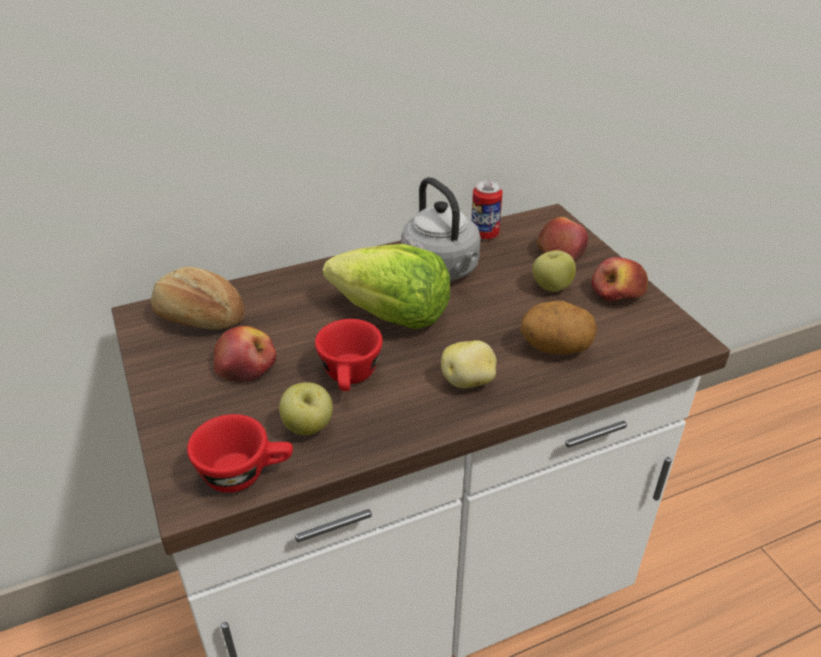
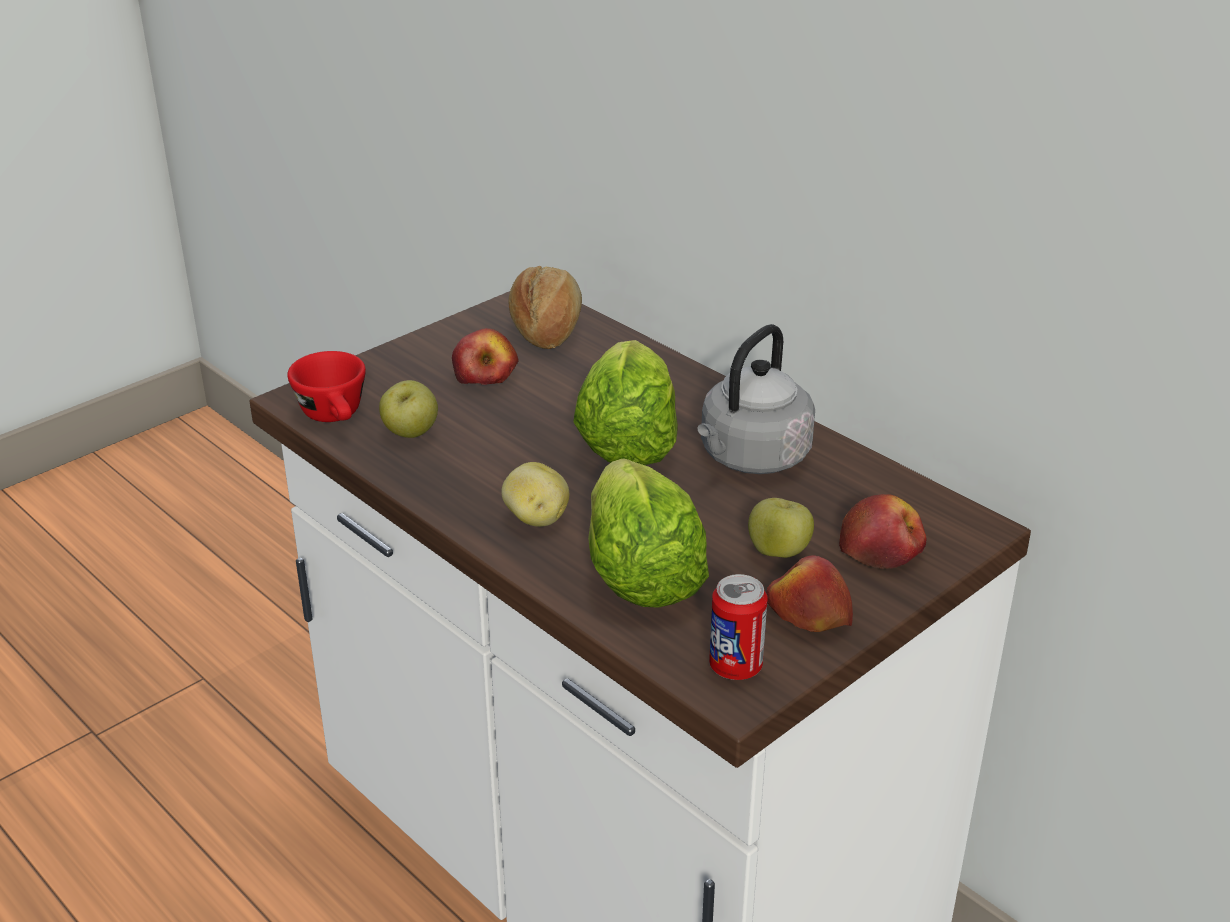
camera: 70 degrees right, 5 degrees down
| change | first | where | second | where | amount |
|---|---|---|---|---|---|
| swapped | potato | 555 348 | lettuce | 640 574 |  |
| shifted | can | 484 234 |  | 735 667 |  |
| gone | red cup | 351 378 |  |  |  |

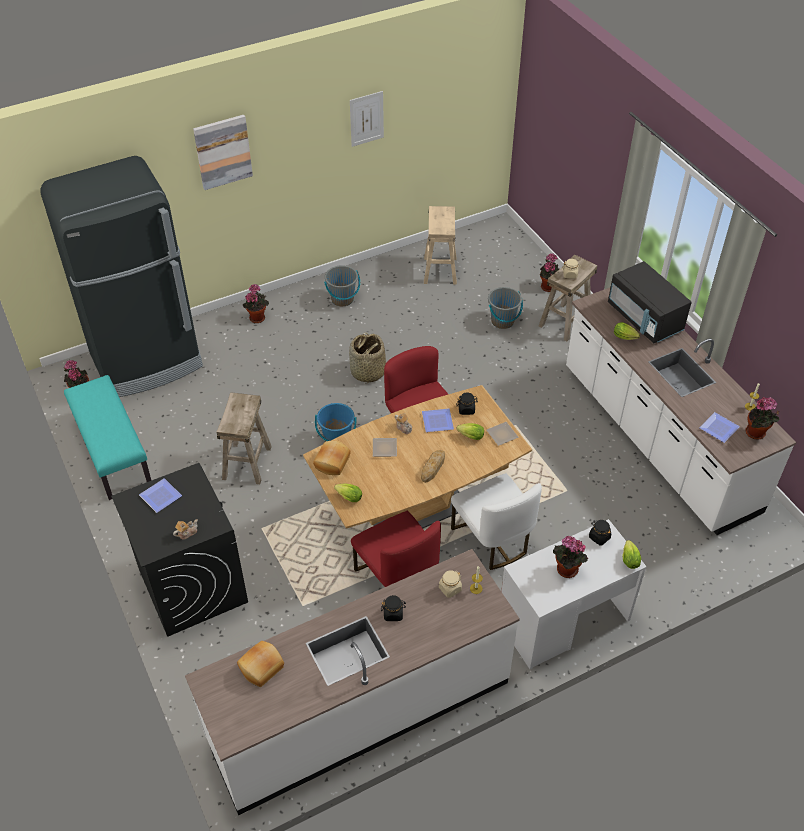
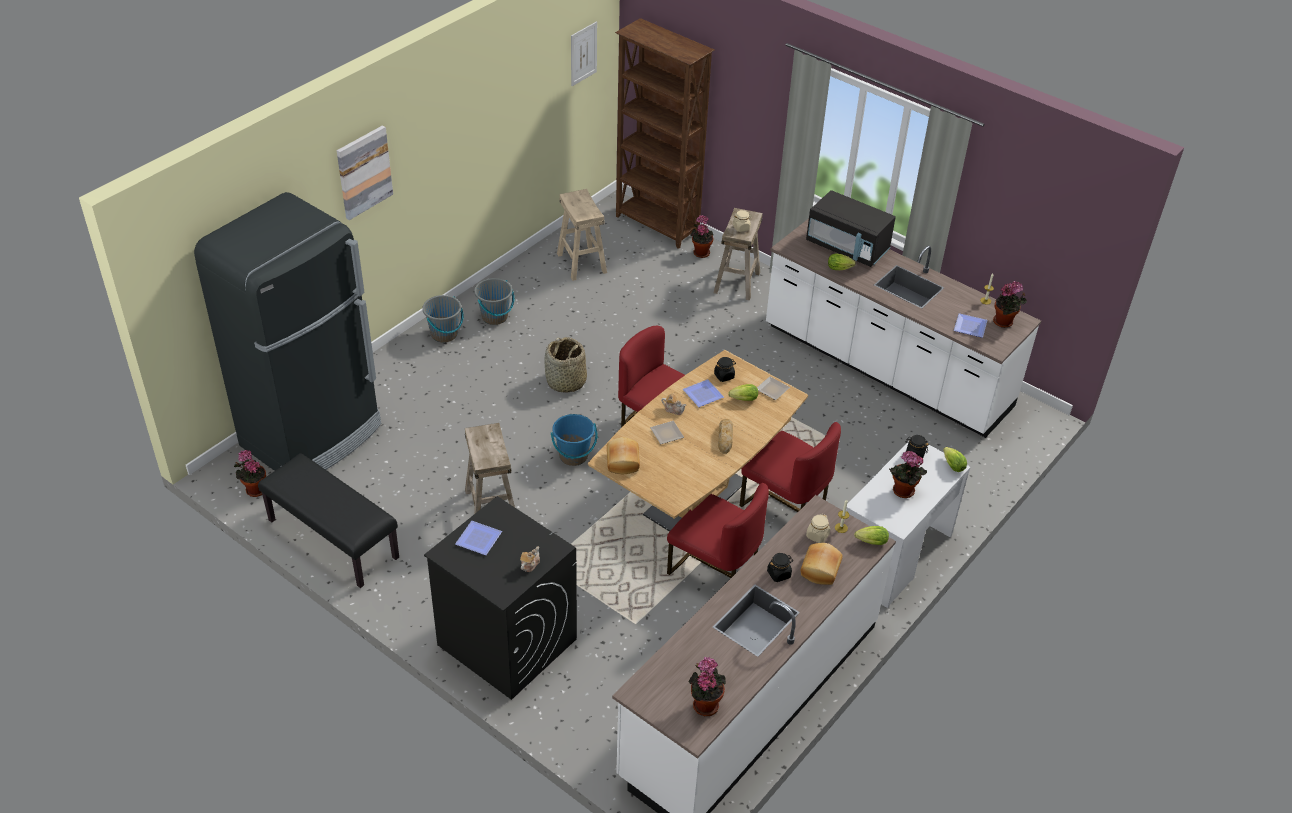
camera: 25 degrees left, 5 degrees down
| change | first | where | second | where | amount |
|---|---|---|---|---|---|
| repainted | turquoise bench | 112 452 | black bench | 332 539 |  |
| shifted | grey bucket | 502 321 |  | 444 334 |  |
| shifted | picture | 366 118 |  | 583 53 |  |
| new |  |  | brown bookcase | 657 225 |  |
| shifted | potted plant | 257 317 |  | 704 704 |  |
| repainted | white chair | 492 539 | red chair | 785 504 |  |
| shifted | bread | 262 668 |  | 821 570 |  |
| shifted | lettuce | 347 497 |  | 869 542 |  |

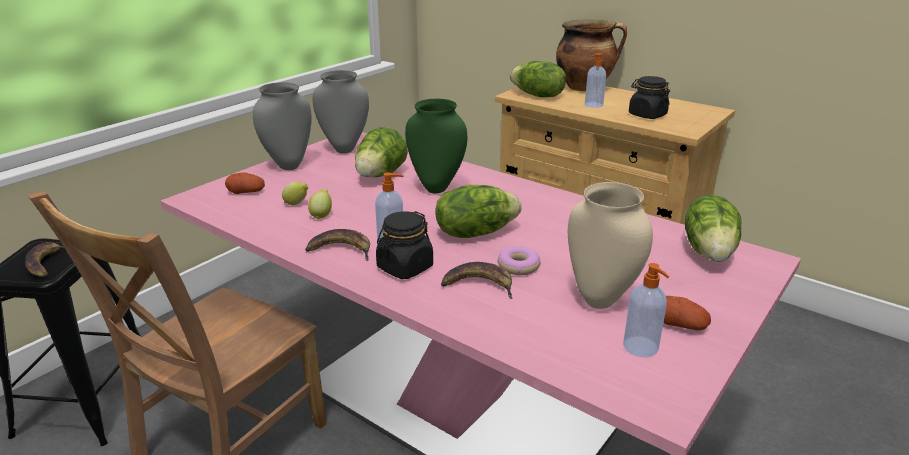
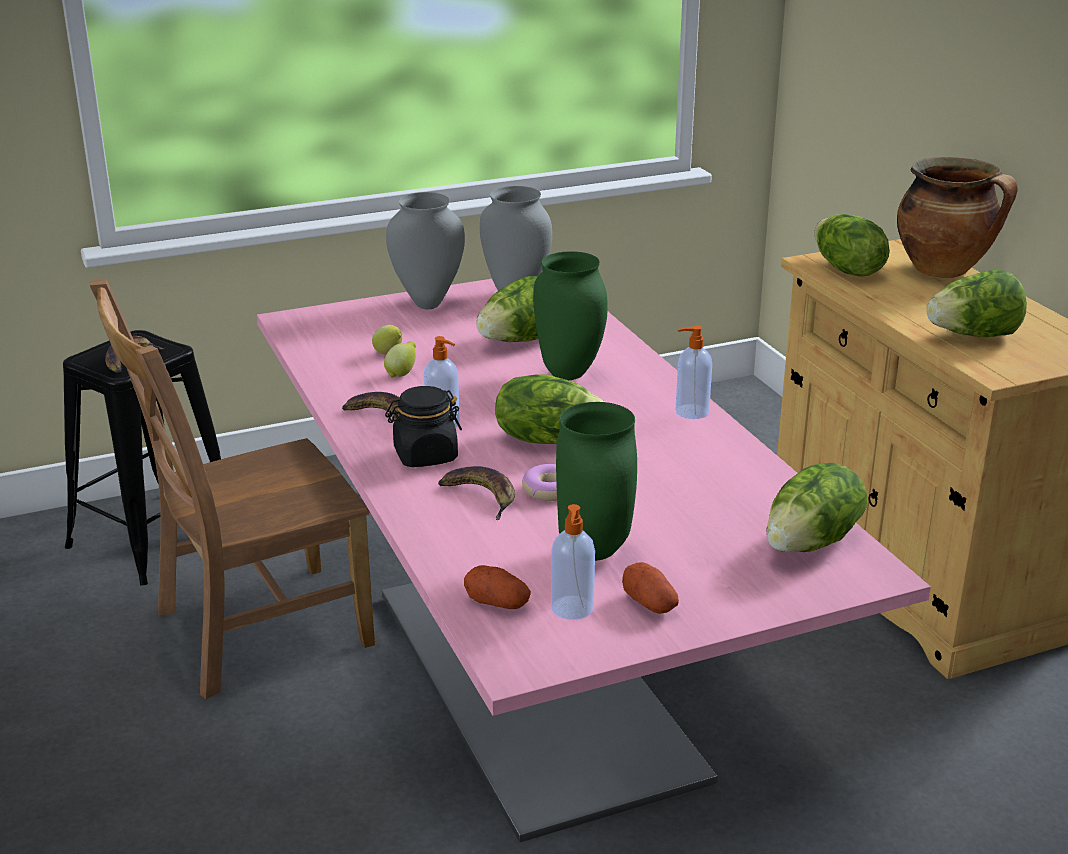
camera: 30 degrees right, 0 degrees up
| change | first | where | second | where | amount |
|---|---|---|---|---|---|
| shifted | potato | 246 192 |  | 497 602 |  |
| repainted | beige vase | 601 299 | green vase | 596 551 |  |
| shifted | soap dispenser | 593 105 |  | 690 412 |  |
| swapped | black jar | 647 115 | lettuce | 973 336 |  |

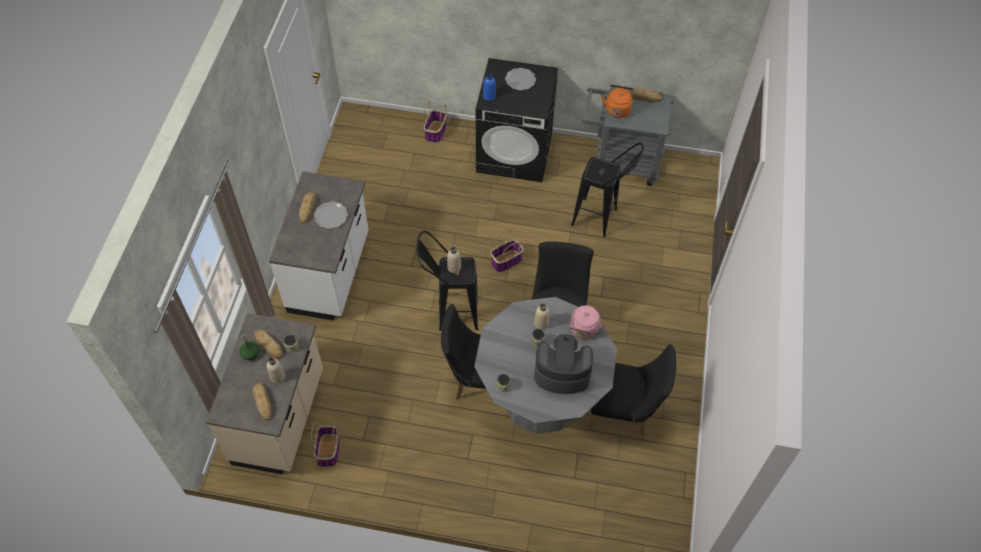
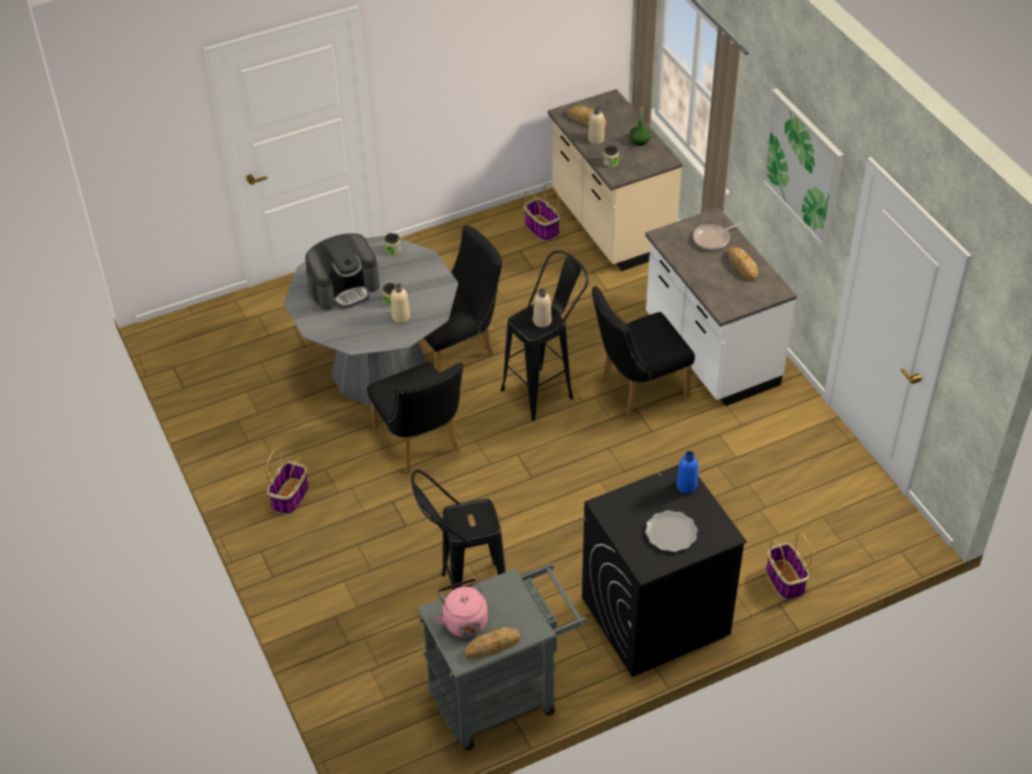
camera: 145 degrees right, 10 degrees down
| change | first | where | second | where | amount |
|---|---|---|---|---|---|
| shifted | basket | 506 261 |  | 290 497 |  |
| shifted | pink kettle | 584 330 |  | 464 620 |  |
| shifted | black chair | 624 412 |  | 637 388 |  |
| new |  |  | frying pan | 713 239 |  |
| new |  |  | picture | 802 167 |  |
| gone | bread | 269 345 |  |  |  |
| gone | plate | 331 216 |  |  |  |
| gone | orange kettle | 617 109 |  |  |  |

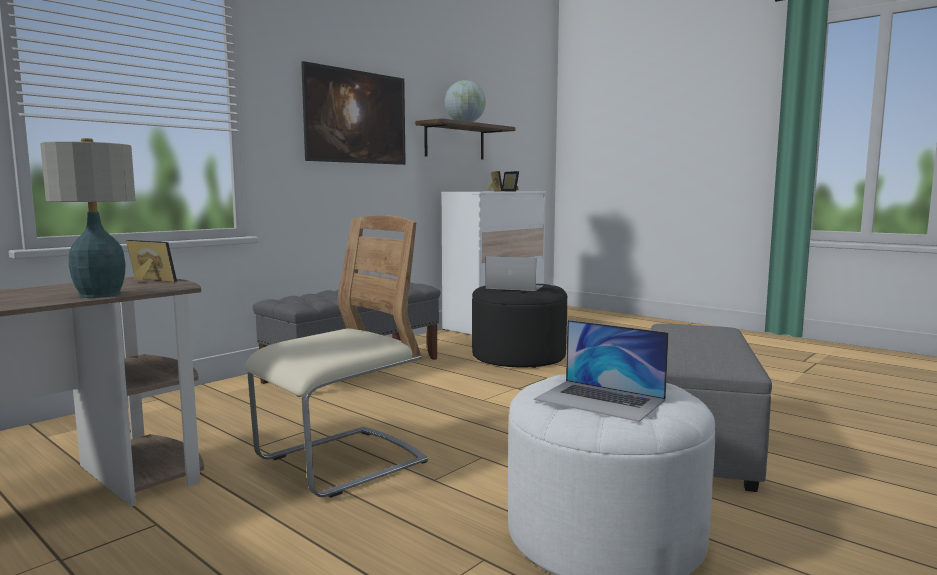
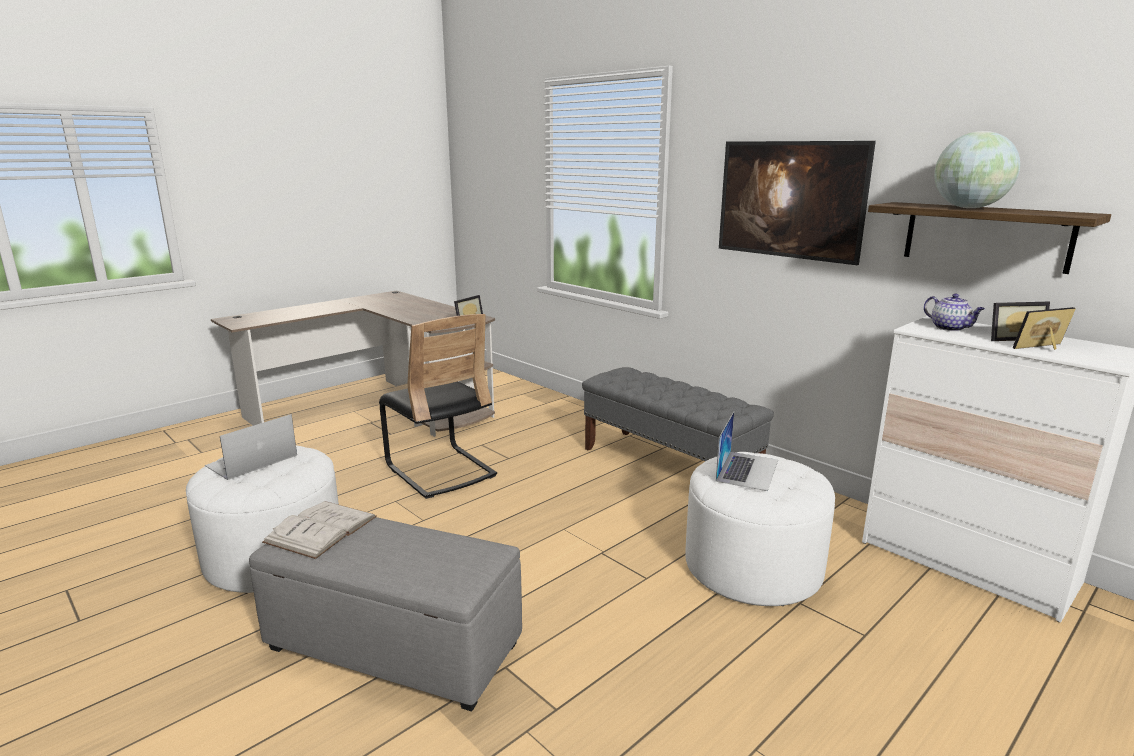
camera: 95 degrees right, 10 degrees up
| change | first | where | second | where | amount |
|---|---|---|---|---|---|
| new |  |  | white book | 321 529 |  |
| repainted | beige chair | 341 463 | black chair | 440 471 |  |
| repainted | black ottoman | 518 356 | white ottoman | 752 567 |  |
| new |  |  | teapot | 950 328 |  |
| gone | table lamp | 99 295 |  |  |  |

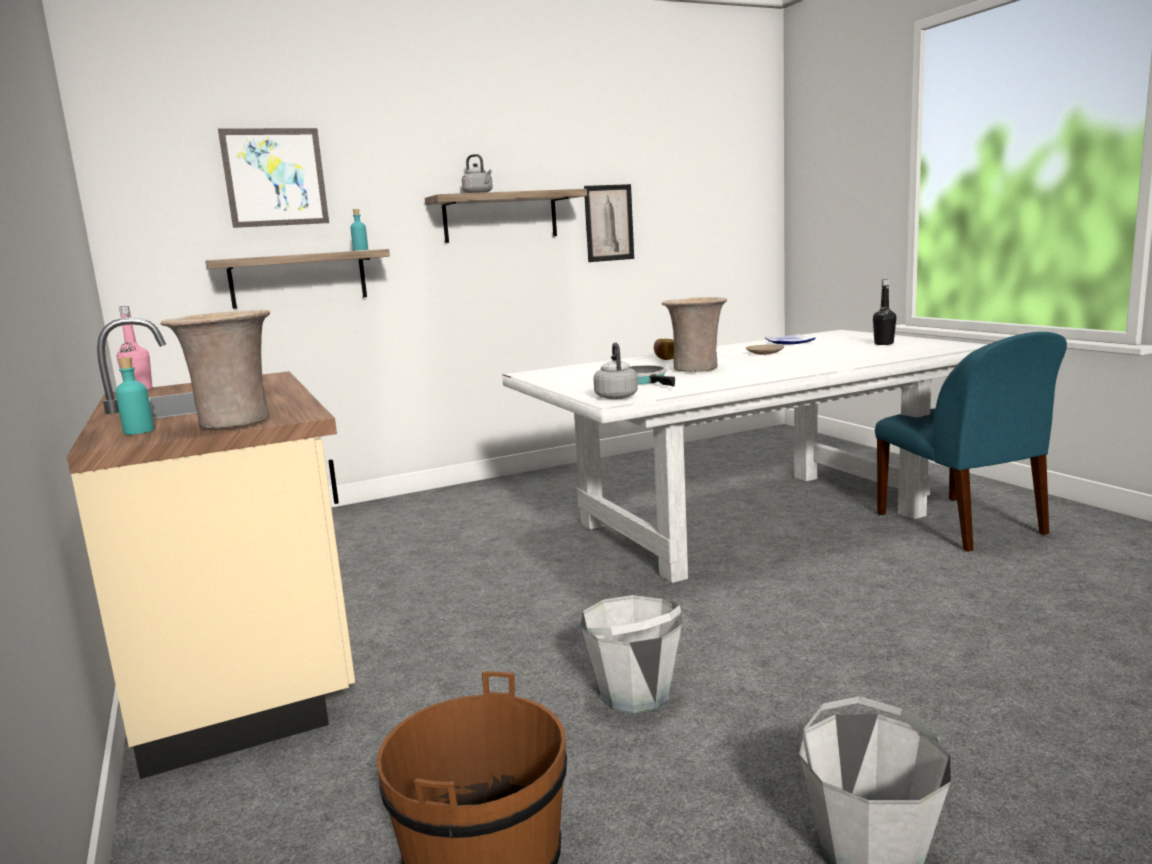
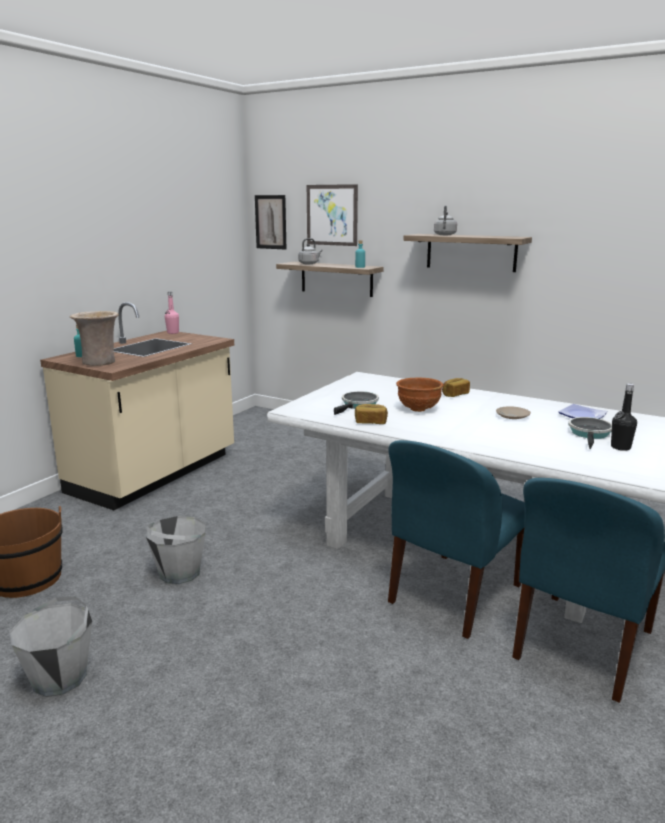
camera: 55 degrees right, 5 degrees up
| change | first | where | second | where | amount |
|---|---|---|---|---|---|
| shifted | picture | 609 223 |  | 271 222 |  |
| shifted | grey kettle | 616 396 |  | 309 263 |  |
| new |  |  | bread | 370 422 |  |
| new |  |  | blue chair | 453 595 |  |
| swapped | beige vase | 695 369 | brown bowl | 418 409 |  |
| new |  |  | frying pan | 590 434 |  |

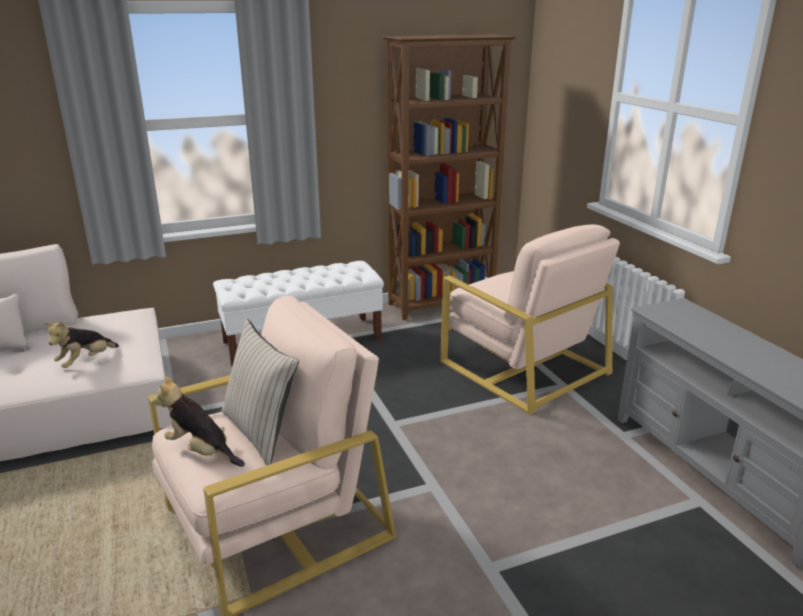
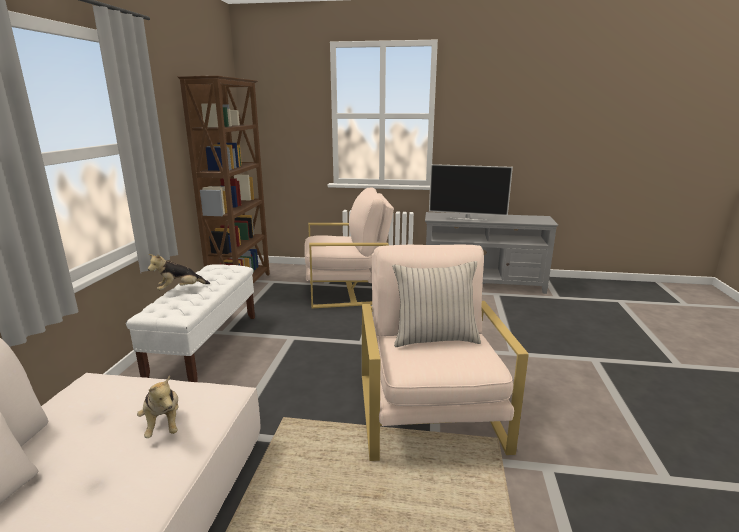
camera: 60 degrees left, 5 degrees down
| change | first | where | second | where | amount |
|---|---|---|---|---|---|
| shifted | plush toy | 201 451 |  | 180 289 |  |
| new |  |  | television | 467 219 |  |

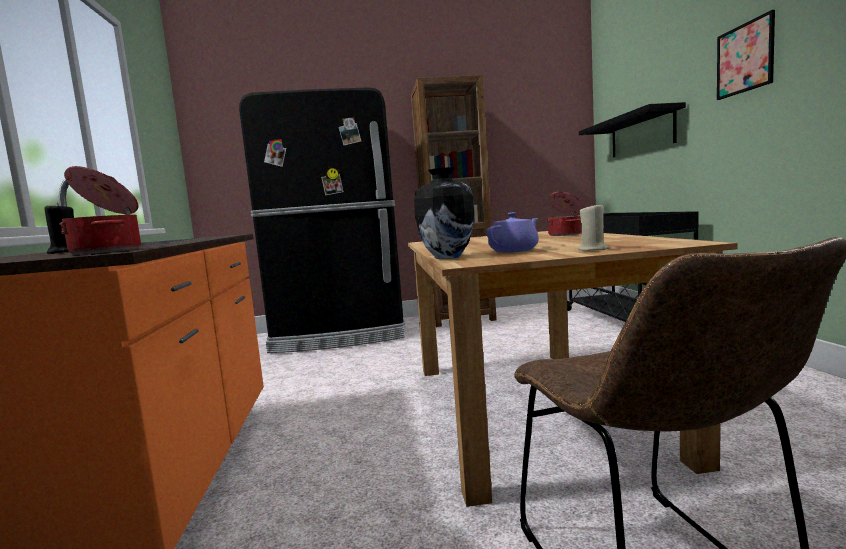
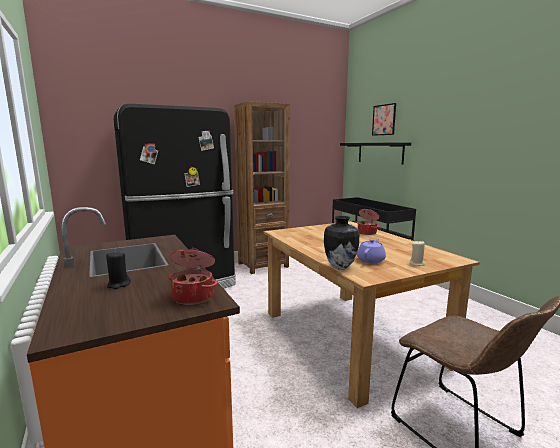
camera: 20 degrees left, 5 degrees up
| change | first | where | second | where | amount |
|---|---|---|---|---|---|
| shifted | picture | 745 58 |  | 384 120 |  |

